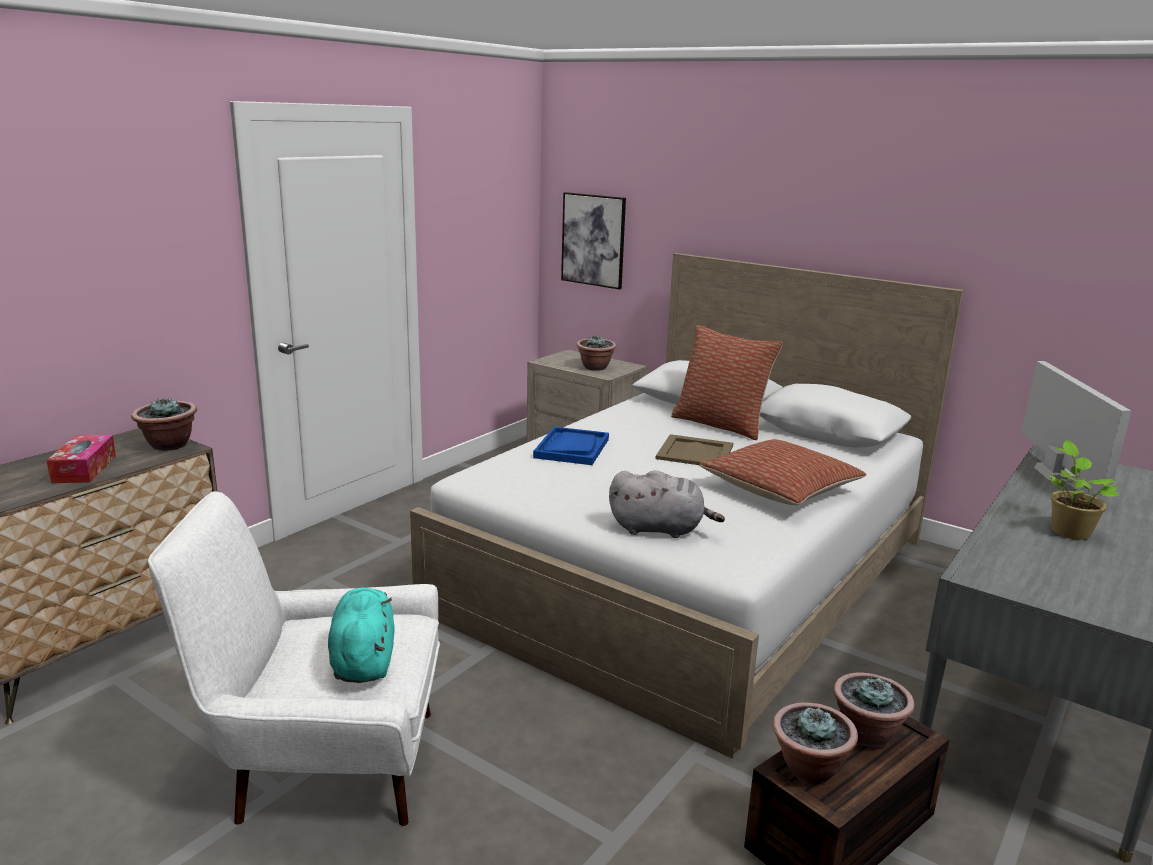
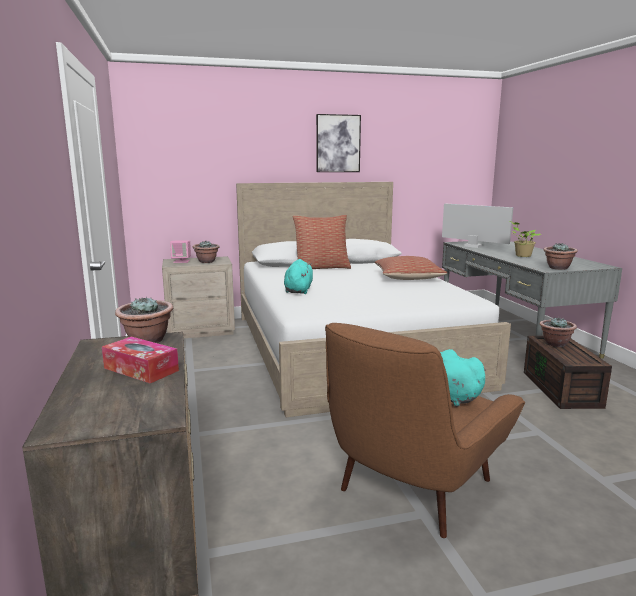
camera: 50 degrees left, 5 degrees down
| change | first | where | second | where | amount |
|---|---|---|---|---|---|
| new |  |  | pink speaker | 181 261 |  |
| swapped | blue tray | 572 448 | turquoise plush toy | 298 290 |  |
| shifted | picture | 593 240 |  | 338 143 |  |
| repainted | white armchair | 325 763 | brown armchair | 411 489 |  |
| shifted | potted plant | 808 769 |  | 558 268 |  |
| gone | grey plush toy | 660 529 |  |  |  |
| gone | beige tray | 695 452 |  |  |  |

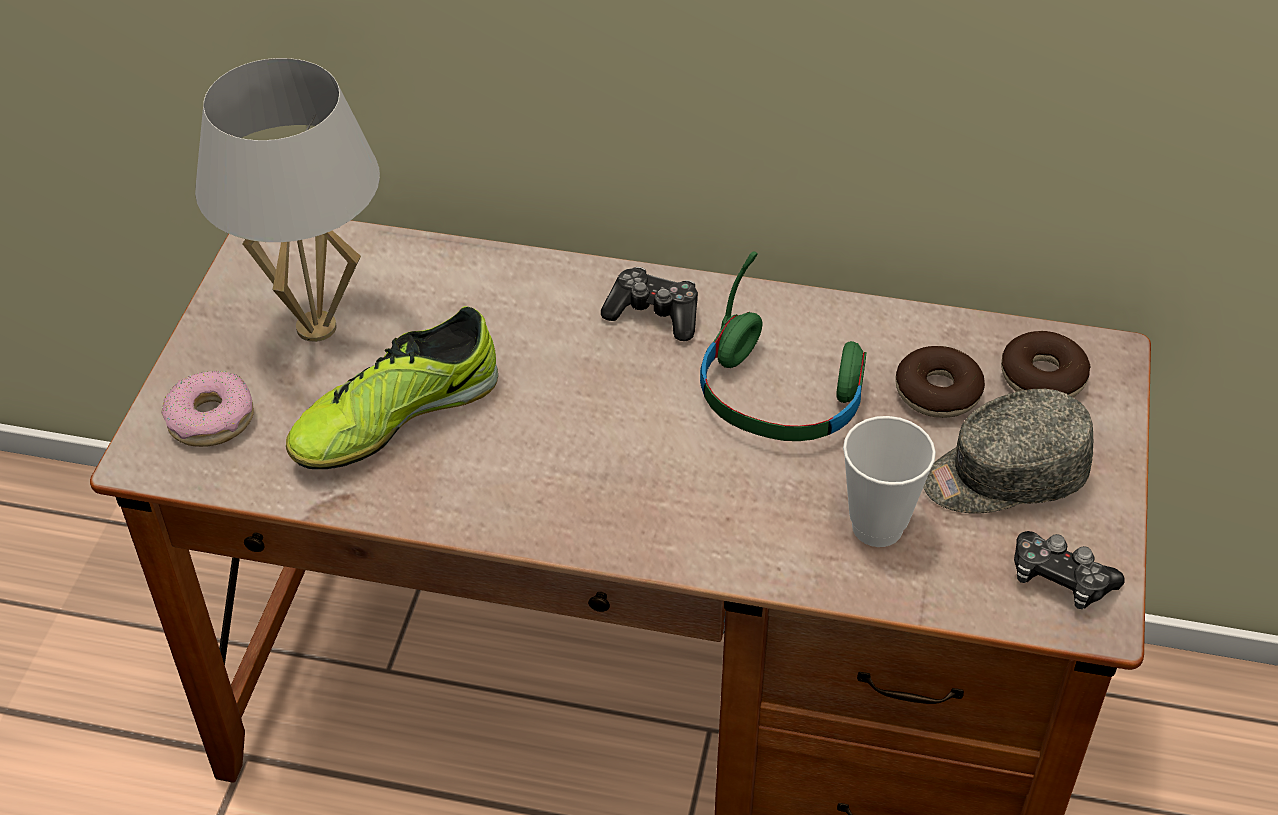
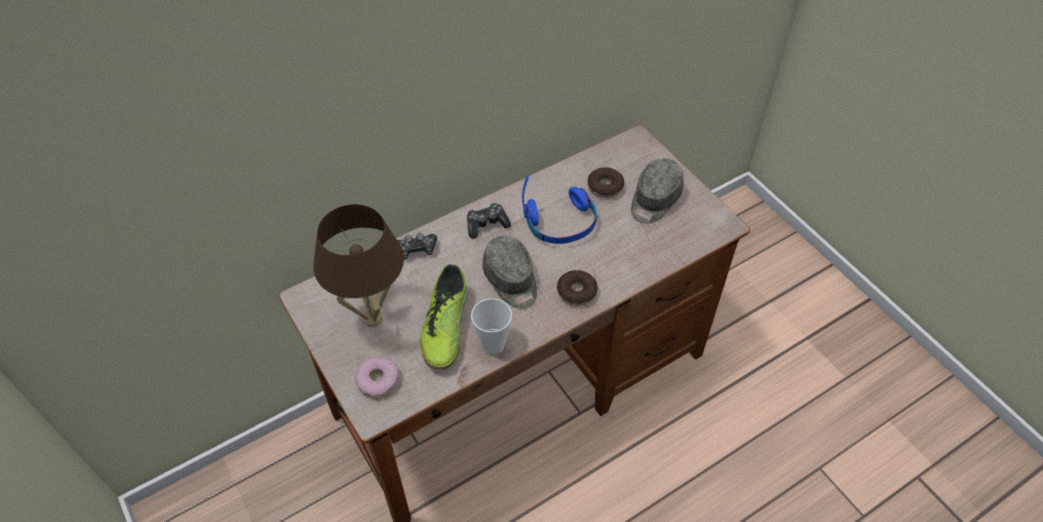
camera: 45 degrees left, 5 degrees up
| change | first | where | second | where | amount |
|---|---|---|---|---|---|
| repainted | white table lamp | 316 328 | brown table lamp | 372 318 |  |
| shifted | game controller | 1059 579 |  | 416 250 |  |
| shifted | cup | 877 527 |  | 492 344 |  |
| new |  |  | grey cap | 511 280 |  |
| repainted | green headphones | 780 397 | blue headphones | 561 223 |  |
| shifted | donut | 1042 377 |  | 576 292 |  |

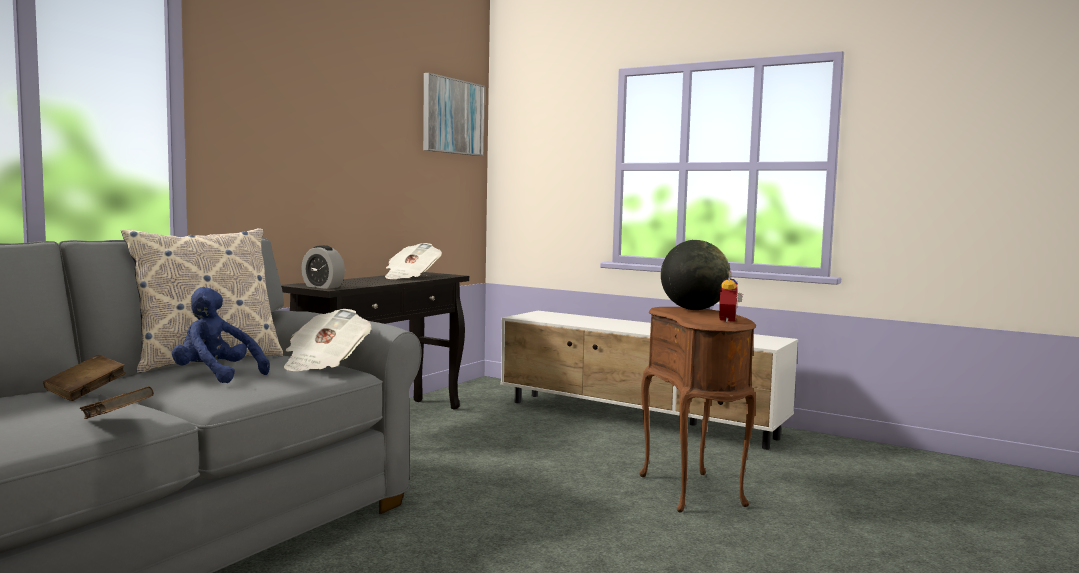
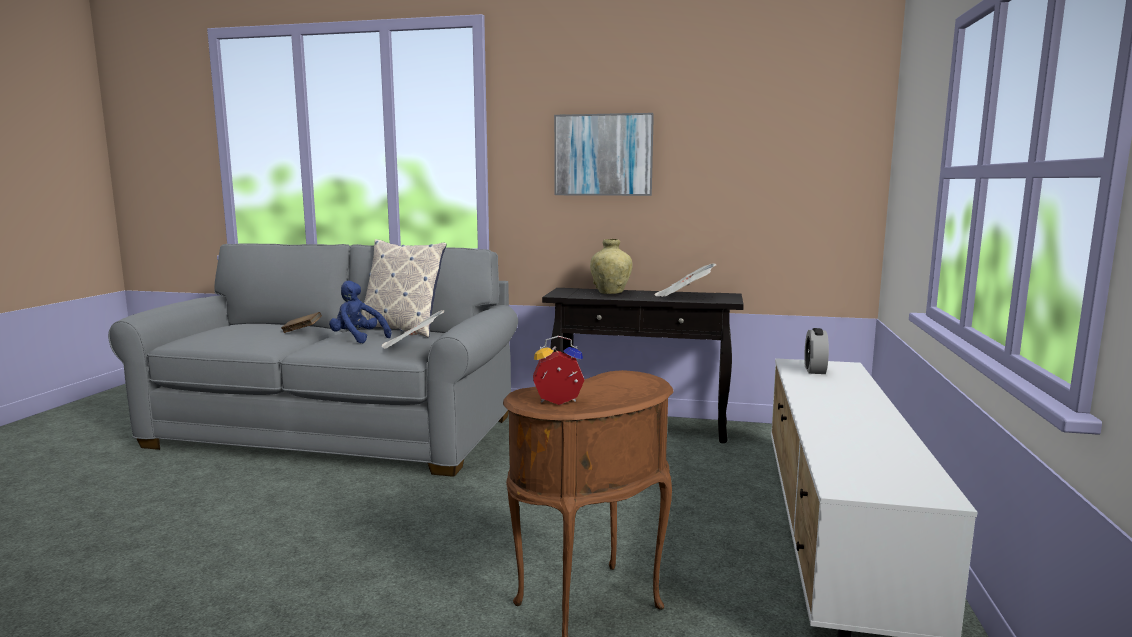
camera: 70 degrees right, 5 degrees up
| change | first | where | second | where | amount |
|---|---|---|---|---|---|
| rotated | blue plush toy | 216 376 |  | 357 338 | 60 degrees counterclockwise |
| shifted | picture | 452 116 |  | 603 155 |  |
| new |  |  | beige vase | 611 292 |  |
| shifted | alarm clock | 323 287 |  | 815 370 |  |
| gone | brown book | 117 421 |  |  |  |
| gone | globe | 693 309 |  |  |  |

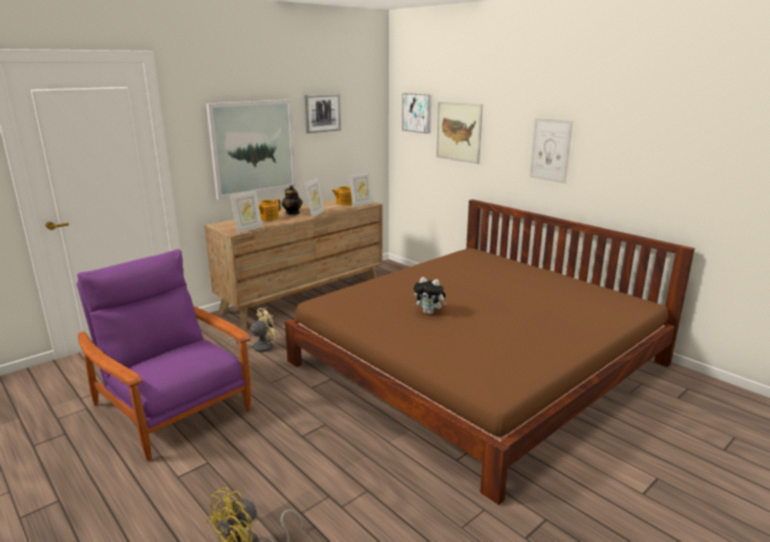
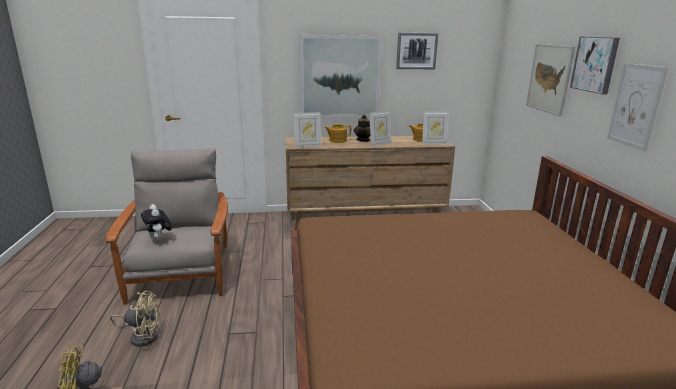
camera: 35 degrees right, 0 degrees up
| change | first | where | second | where | amount |
|---|---|---|---|---|---|
| repainted | purple armchair | 172 408 | grey armchair | 181 273 |  |
| shifted | beige fan | 258 347 |  | 141 336 |  |
| shifted | plush toy | 429 312 |  | 159 240 |  |
| shifted | picture | 417 113 |  | 595 64 |  |

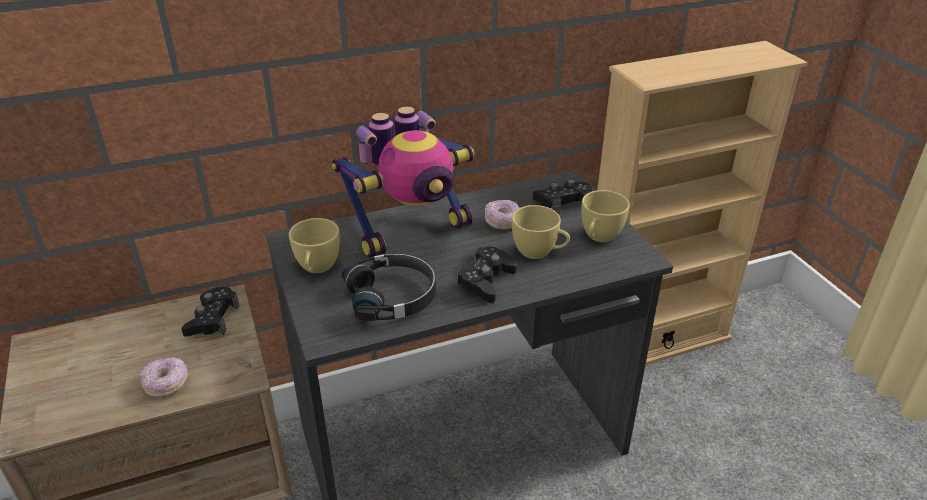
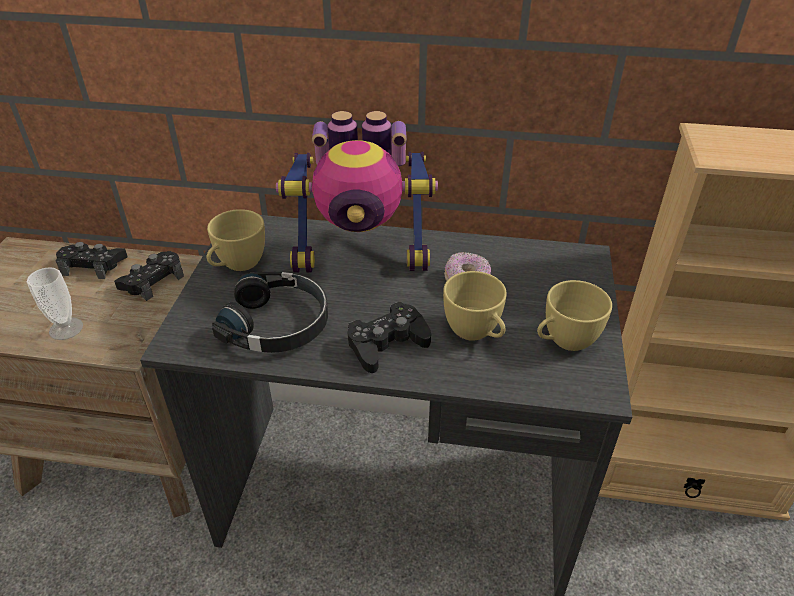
camera: 30 degrees right, 5 degrees up
| change | first | where | second | where | amount |
|---|---|---|---|---|---|
| swapped | donut | 166 384 | cup | 66 328 |  |
| shifted | black game controller | 563 202 |  | 93 265 |  |

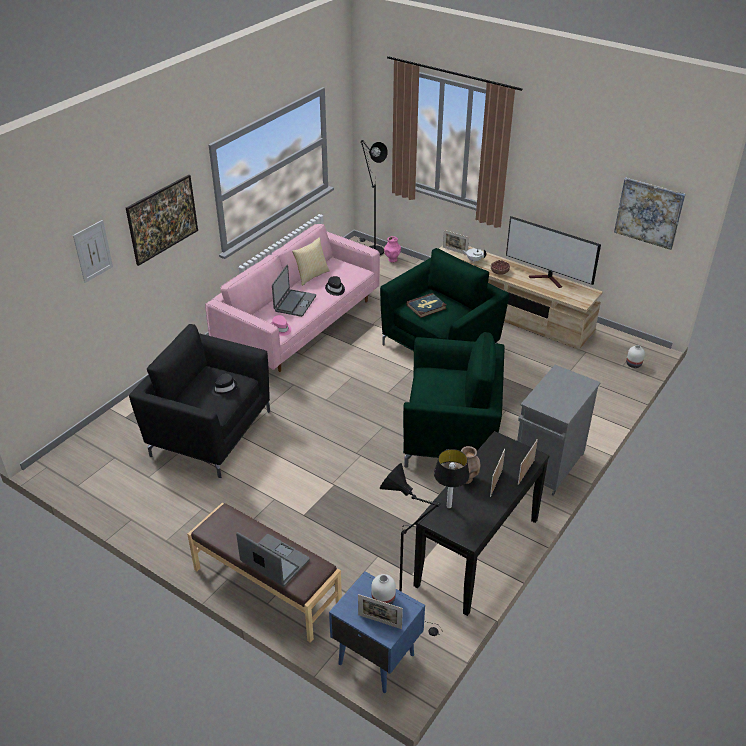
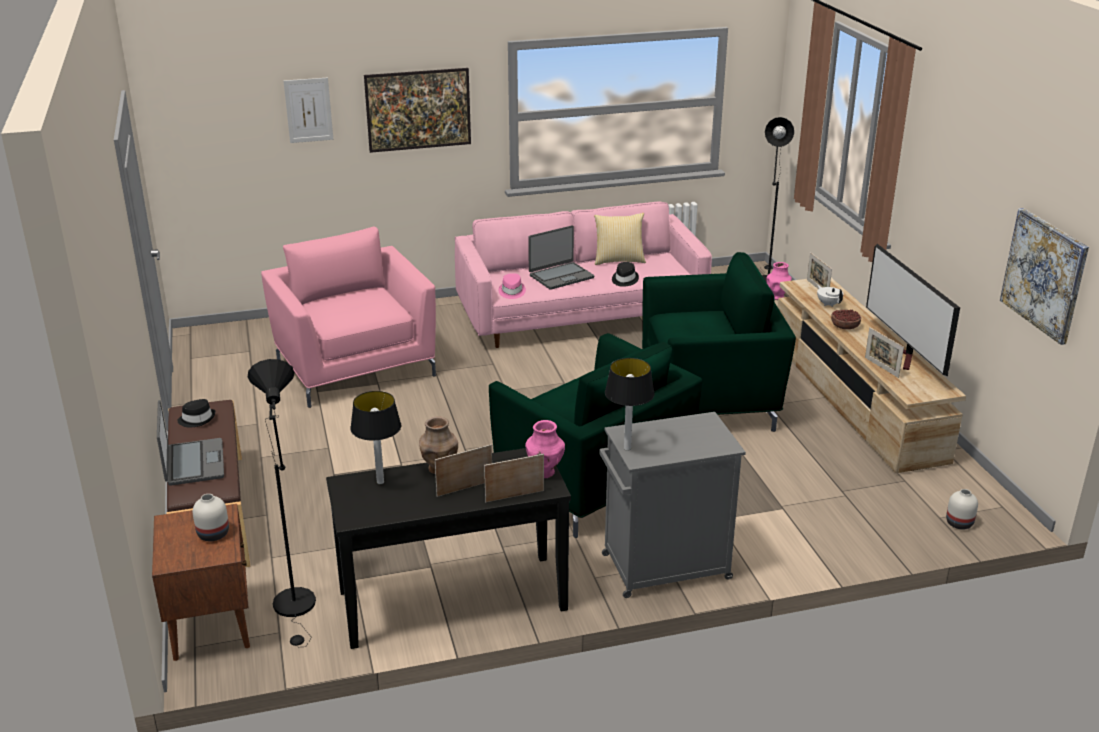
camera: 40 degrees right, 10 degrees down
| change | first | where | second | where | amount |
|---|---|---|---|---|---|
| repainted | blue nightstand | 375 657 | brown nightstand | 212 627 |  |
| shifted | black hat | 224 388 |  | 197 419 |  |
| repainted | black armchair | 209 432 | pink armchair | 355 367 |  |
| new |  |  | pink vase | 544 472 |  |
| new |  |  | table lamp | 627 448 |  |
| shifted | picture frame | 379 621 |  | 881 367 |  |
| gone | book | 426 307 |  |  |  |

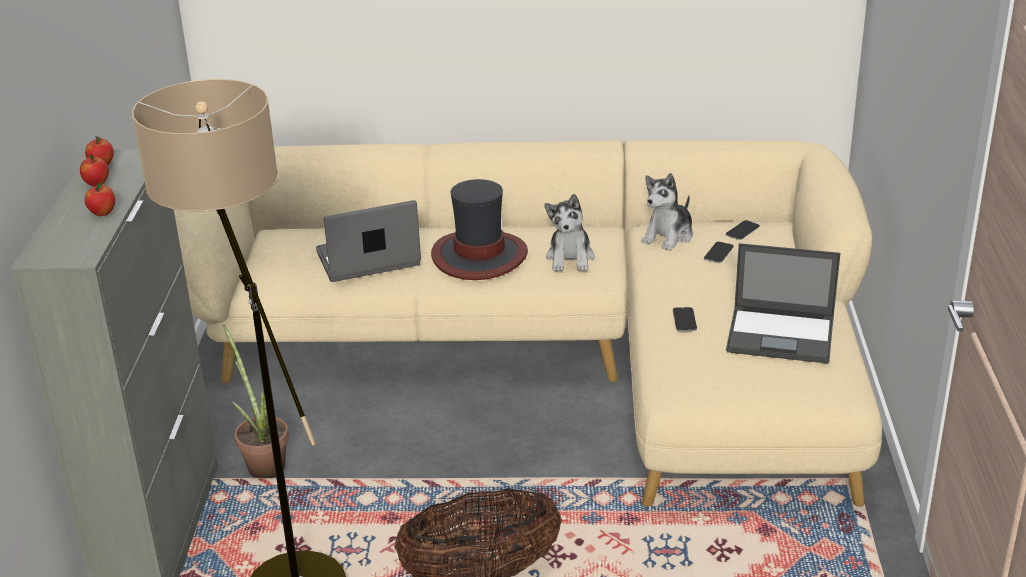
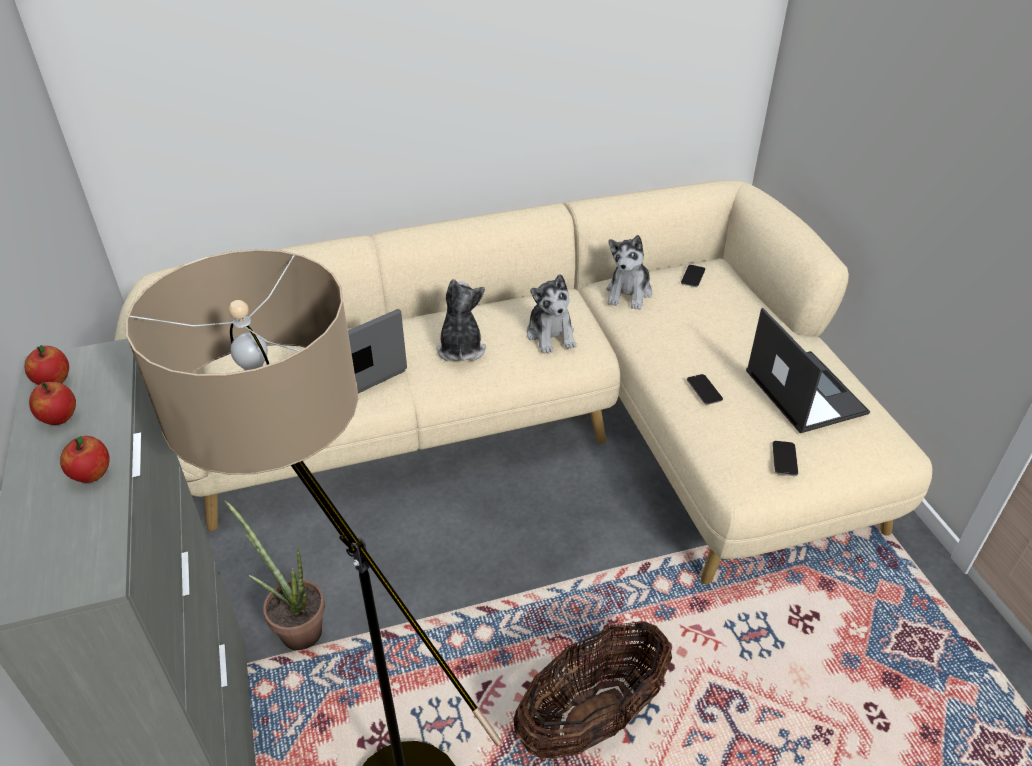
camera: 20 degrees left, 10 degrees up
| change | first | where | second | where | amount |
|---|---|---|---|---|---|
| swapped | hat | 479 256 | plush toy | 460 348 |  |
| rotated | laptop | 782 336 |  | 804 391 | 105 degrees counterclockwise |
| shifted | phone | 718 253 |  | 784 459 |  |

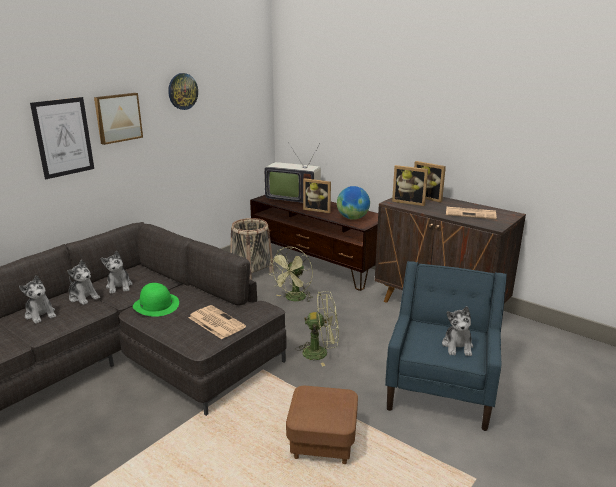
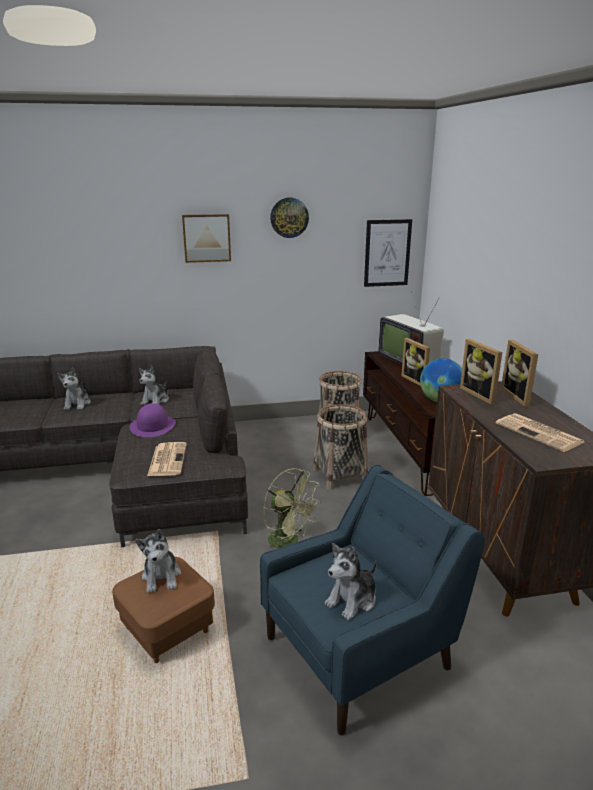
camera: 40 degrees right, 0 degrees up
| change | first | where | second | where | amount |
|---|---|---|---|---|---|
| repainted | green hat | 156 305 | purple hat | 153 426 |  |
| shifted | plush toy | 83 297 |  | 161 576 |  |
| swapped | green fan | 293 299 | basket | 340 476 |  |
| shifted | picture | 63 137 |  | 387 253 |  |

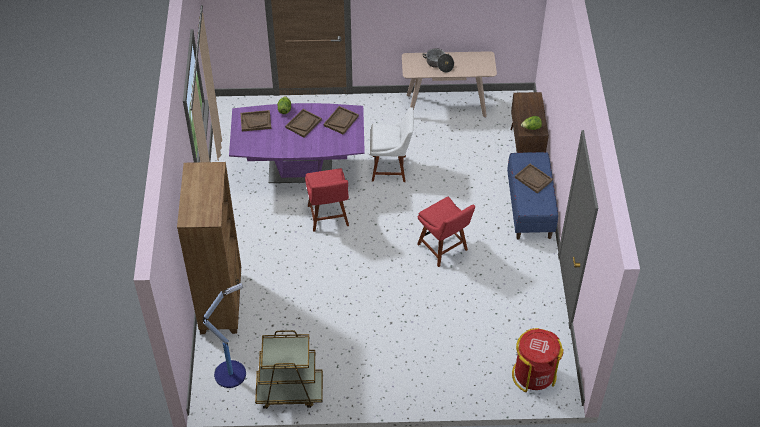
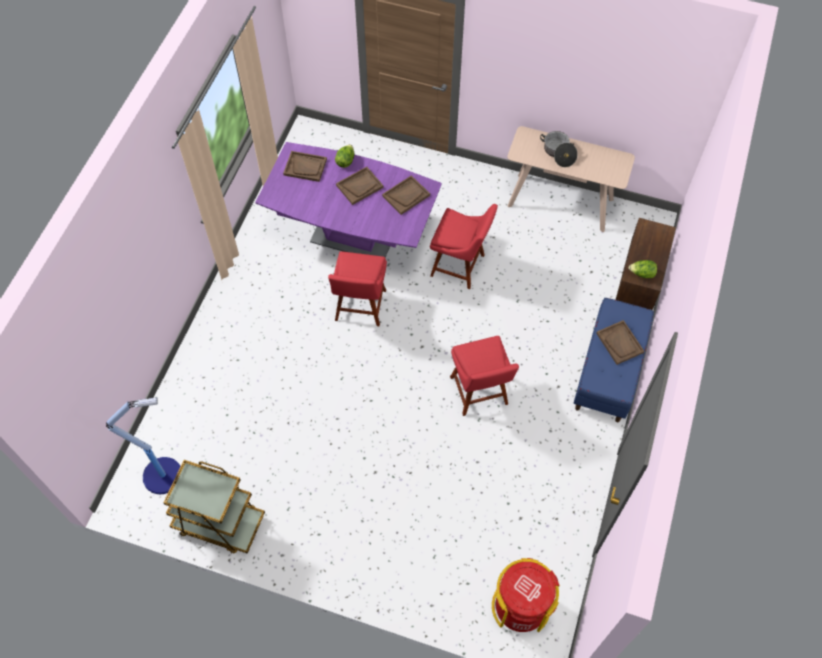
camera: 20 degrees right, 10 degrees up
| change | first | where | second | where | amount |
|---|---|---|---|---|---|
| repainted | white chair | 391 168 | red chair | 460 266 |  |
| gone | brown bookcase | 221 302 |  |  |  |

